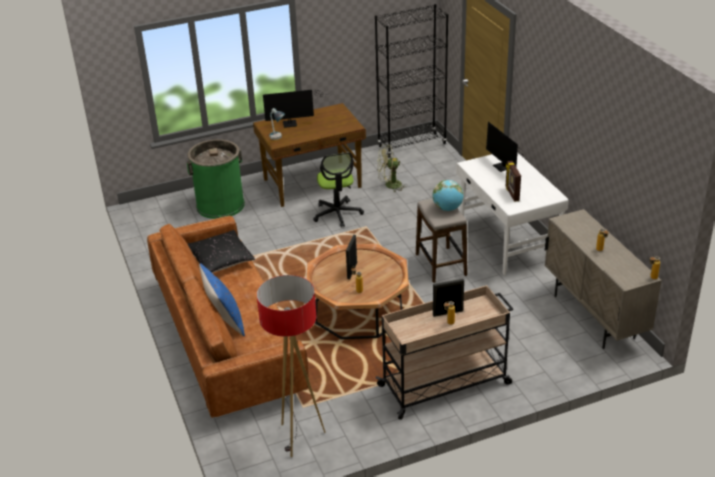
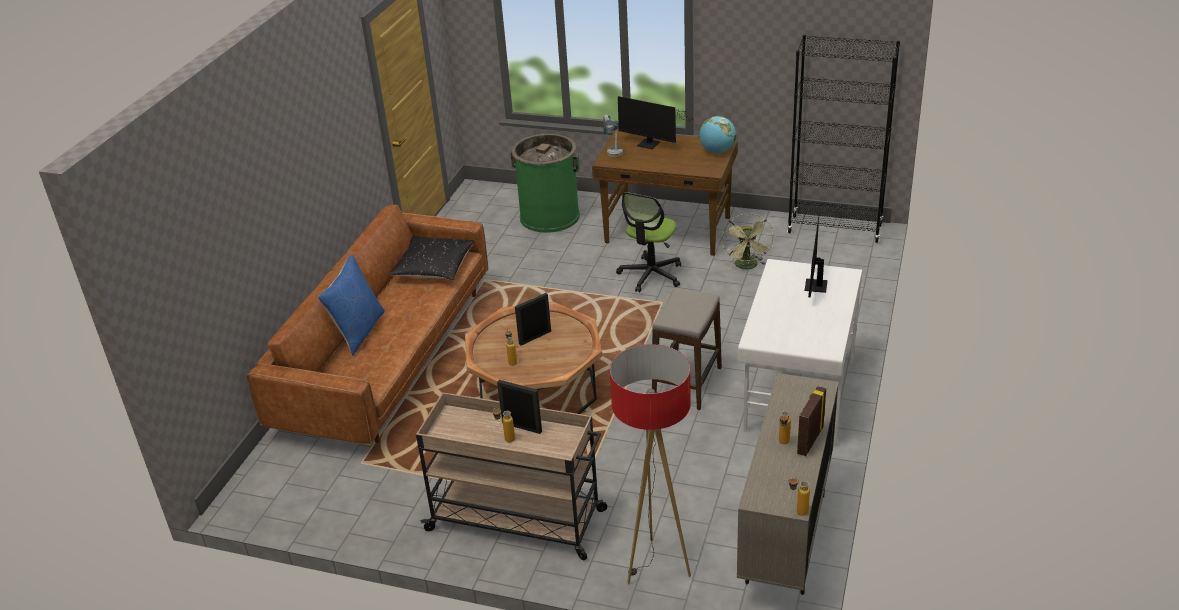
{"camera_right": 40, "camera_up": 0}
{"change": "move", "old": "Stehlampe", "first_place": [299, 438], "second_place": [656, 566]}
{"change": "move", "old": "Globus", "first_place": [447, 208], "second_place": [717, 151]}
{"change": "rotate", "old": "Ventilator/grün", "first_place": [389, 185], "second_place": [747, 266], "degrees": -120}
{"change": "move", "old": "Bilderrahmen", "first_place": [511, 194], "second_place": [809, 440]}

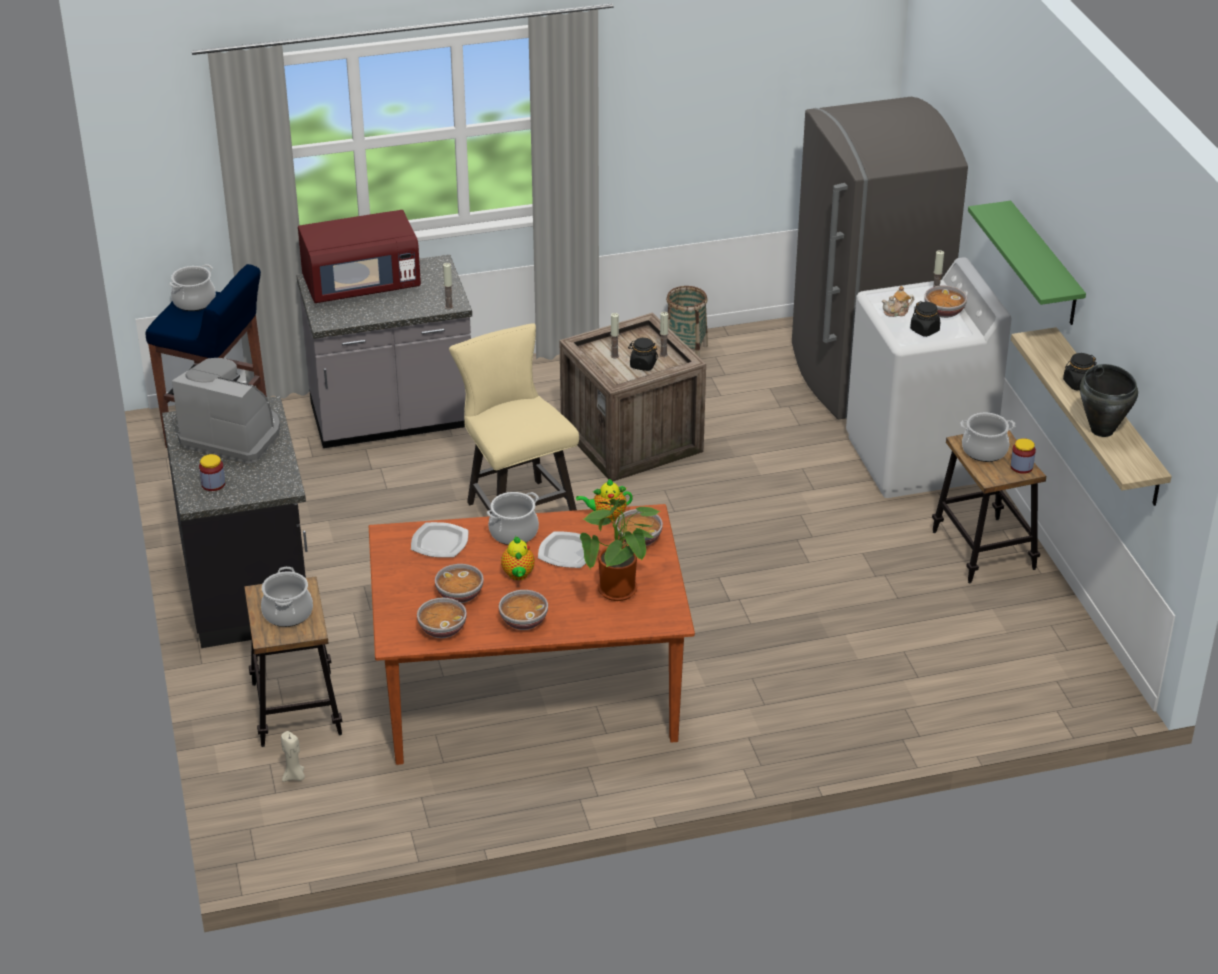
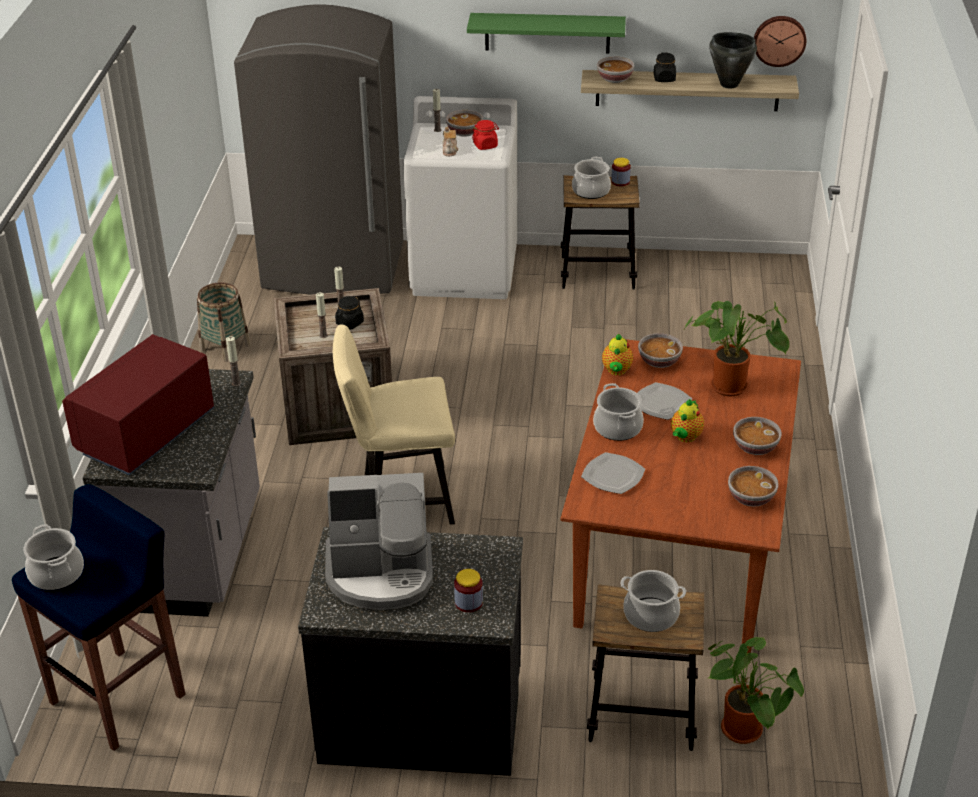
{"camera_right": -70, "camera_up": 0}
{"change": "rotate", "old": "Mikrowelle/rot", "first_place": [361, 285], "second_place": [146, 434], "degrees": -150}
{"change": "rotate", "old": "Kaffeemaschine", "first_place": [233, 435], "second_place": [381, 573], "degrees": -135}
{"change": "recolor", "old": "Vorratsglas/schwarz", "new": "Vorratsglas/rot", "first_place": [925, 330], "second_place": [485, 145]}
{"change": "move", "old": "Schüssel", "first_place": [459, 595], "second_place": [615, 79]}
{"change": "rotate", "old": "Teekanne", "first_place": [518, 575], "second_place": [685, 437], "degrees": 105}
{"change": "replace", "old": "Kerze/beige", "new": "Topfpflanze", "first_place": [294, 776], "second_place": [746, 732]}
{"change": "insert", "new": "Wanduhr", "second_place": [779, 40]}

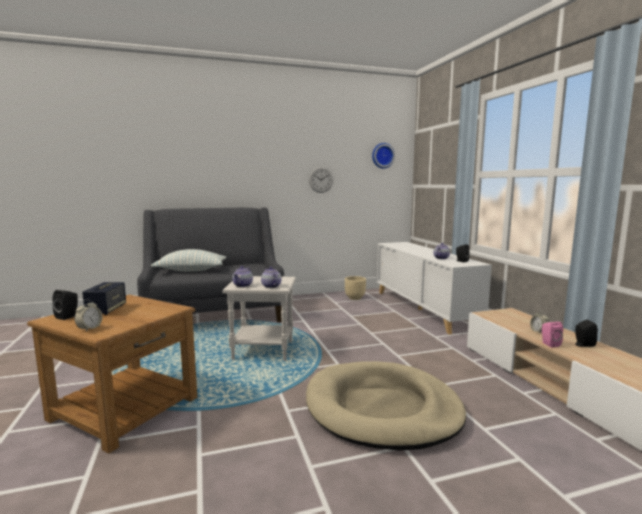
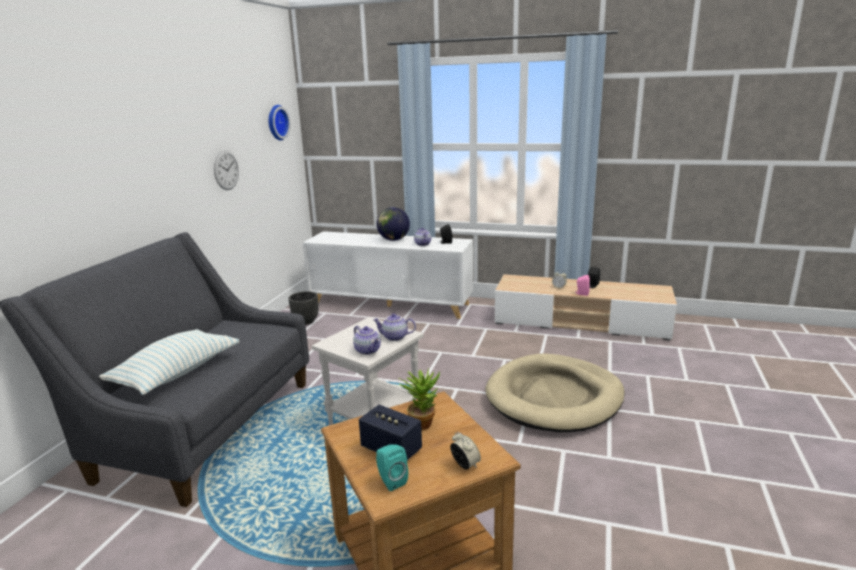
{"camera_right": -55, "camera_up": 10}
{"change": "recolor", "old": "Pflanzkübel/beige", "new": "Pflanzkübel/schwarz", "first_place": [354, 298], "second_place": [305, 322]}
{"change": "recolor", "old": "Lautsprecher/schwarz", "new": "Lautsprecher/türkis", "first_place": [68, 316], "second_place": [391, 481]}
{"change": "insert", "new": "Globus", "second_place": [393, 240]}
{"change": "insert", "new": "Topfpflanze", "second_place": [423, 422]}

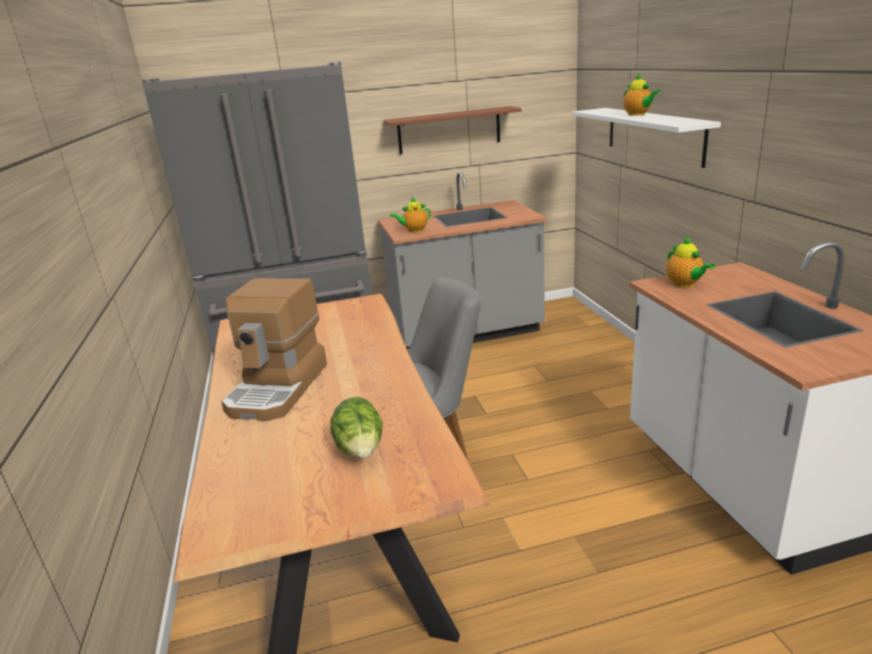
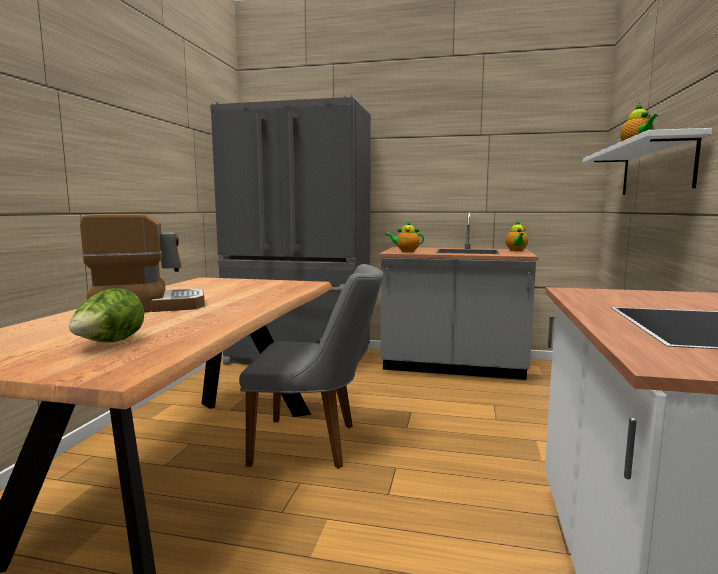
{"camera_right": 25, "camera_up": -15}
{"change": "rotate", "old": "Kaffeemaschine", "first_place": [279, 388], "second_place": [149, 306], "degrees": -150}
{"change": "move", "old": "Teekanne", "first_place": [685, 284], "second_place": [516, 250]}
{"change": "delete", "old": "Wandregal/braun", "first_place": [449, 130]}

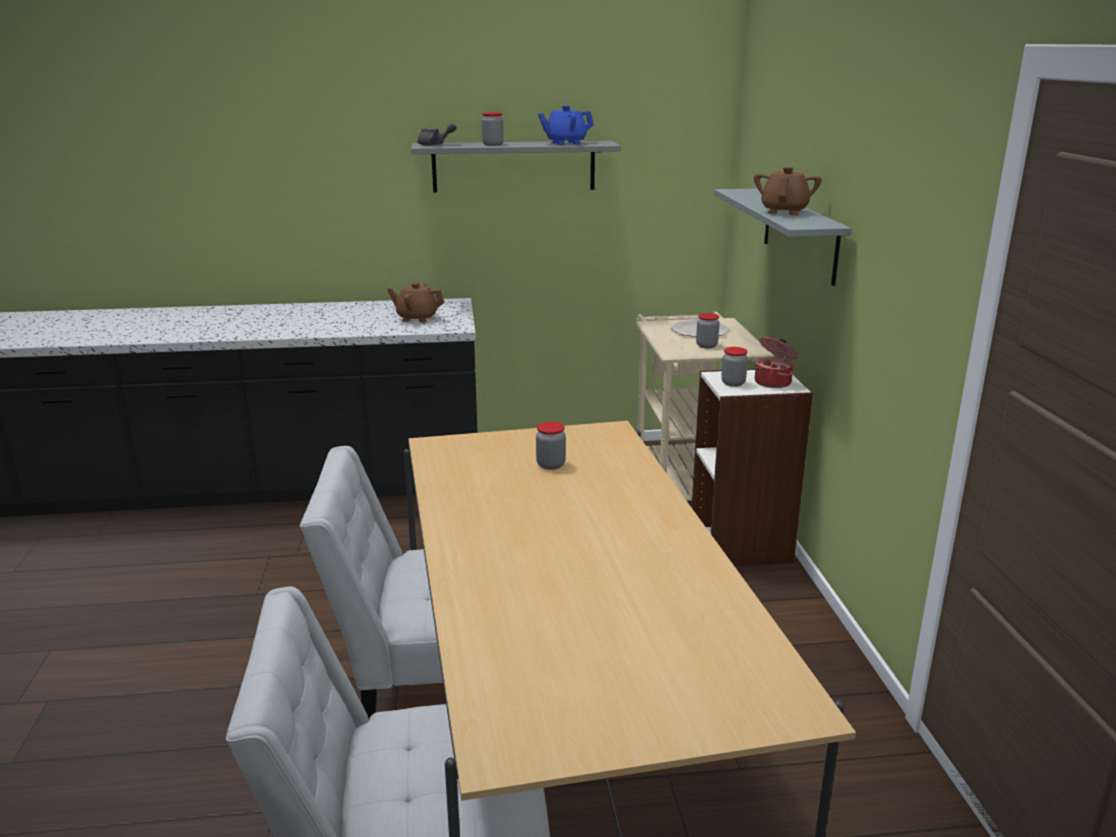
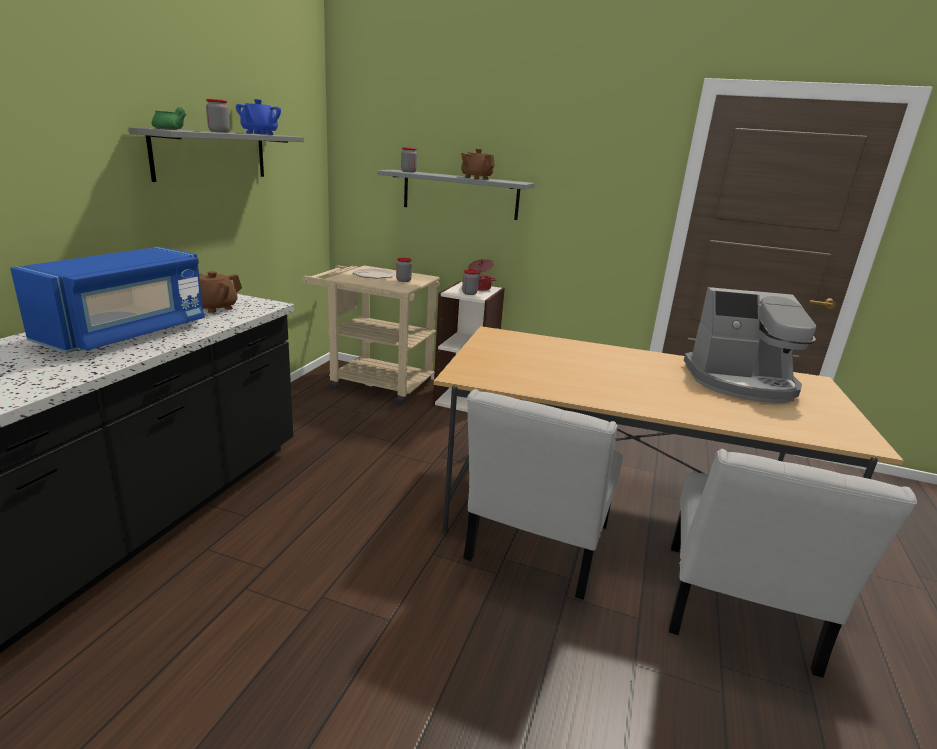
{"camera_right": -65, "camera_up": 0}
{"change": "insert", "new": "Mikrowelle/blau", "second_place": [127, 333]}
{"change": "recolor", "old": "Teekanne/grau", "new": "Teekanne/grün", "first_place": [435, 145], "second_place": [171, 129]}
{"change": "move", "old": "Vorratsglas", "first_place": [550, 465], "second_place": [408, 171]}
{"change": "insert", "new": "Kaffeemaschine", "second_place": [741, 382]}

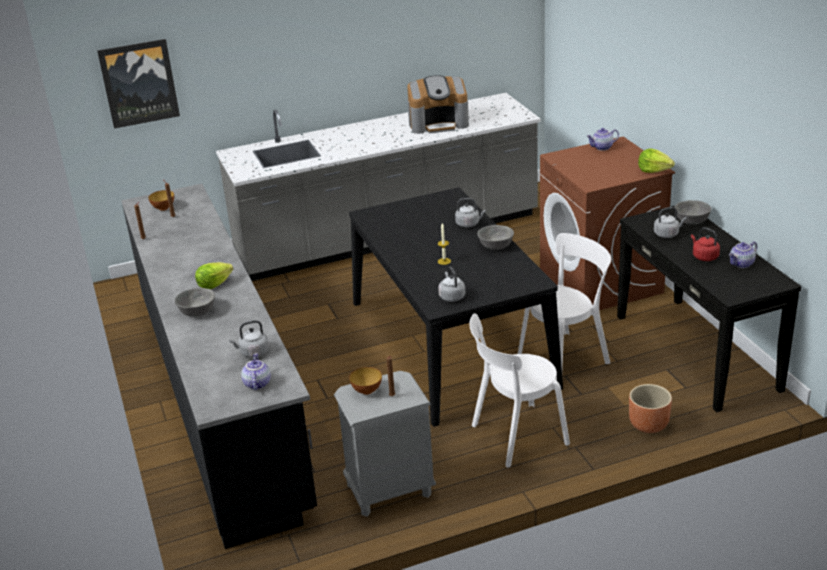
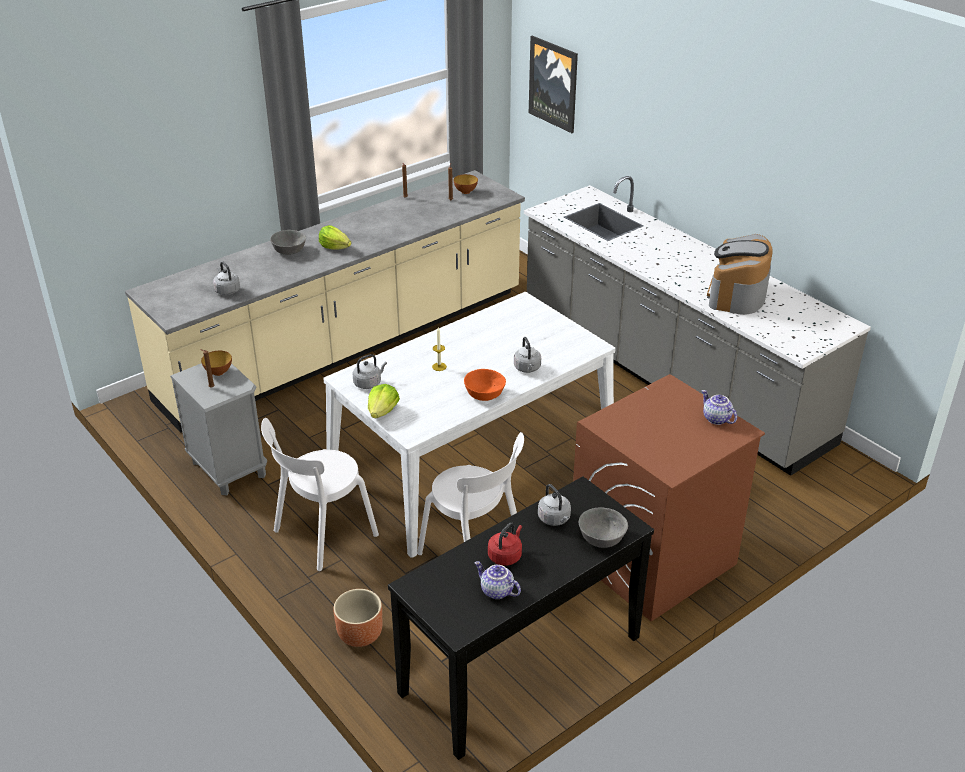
{"camera_right": 70, "camera_up": 5}
{"change": "recolor", "old": "Küchenzeile/schwarz", "new": "Küchenzeile/beige", "first_place": [221, 395], "second_place": [347, 346]}
{"change": "rotate", "old": "Stuhl/weiß", "first_place": [515, 436], "second_place": [321, 535], "degrees": -90}
{"change": "recolor", "old": "Esstisch/schwarz", "new": "Esstisch/weiß", "first_place": [450, 343], "second_place": [472, 461]}
{"change": "move", "old": "Salatkopf", "first_place": [654, 170], "second_place": [382, 411]}
{"change": "recolor", "old": "Schüssel/grau", "new": "Schüssel/orange", "first_place": [495, 245], "second_place": [484, 394]}
{"change": "rotate", "old": "Kaffeemaschine", "first_place": [438, 123], "second_place": [737, 294], "degrees": 45}
{"change": "delete", "old": "Teekanne", "first_place": [256, 383]}

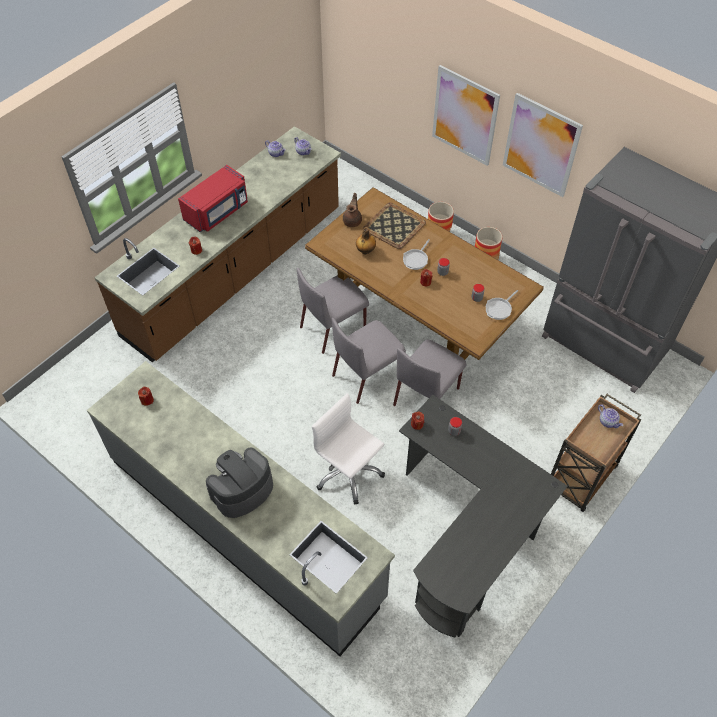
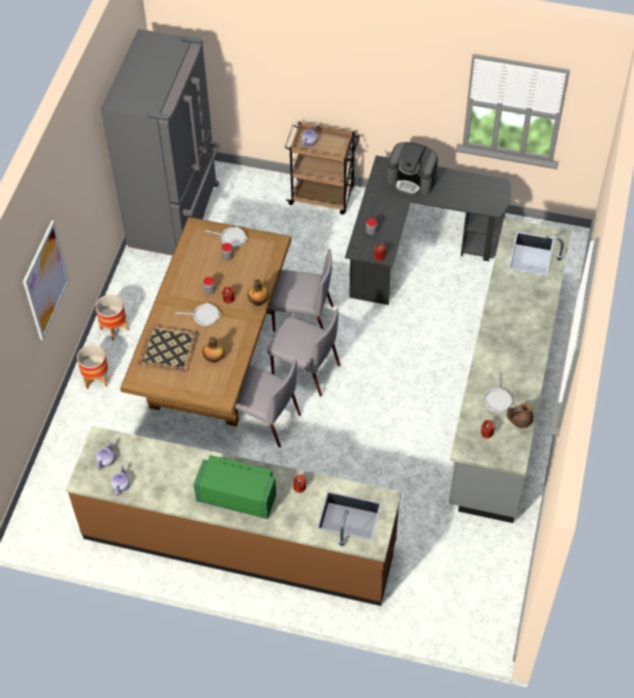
{"camera_right": -115, "camera_up": 0}
{"change": "recolor", "old": "Mikrowelle/rot", "new": "Mikrowelle/grün", "first_place": [217, 212], "second_place": [237, 496]}
{"change": "insert", "new": "Flasche", "second_place": [258, 302]}
{"change": "move", "old": "Kaffeemaschine", "first_place": [242, 490], "second_place": [412, 179]}
{"change": "insert", "new": "Pfanne", "second_place": [497, 399]}
{"change": "move", "old": "Teekanne/braun", "first_place": [352, 221], "second_place": [519, 420]}
{"change": "delete", "old": "Bürostuhl/weiß", "first_place": [348, 473]}
{"change": "delete", "old": "Bild", "first_place": [541, 145]}

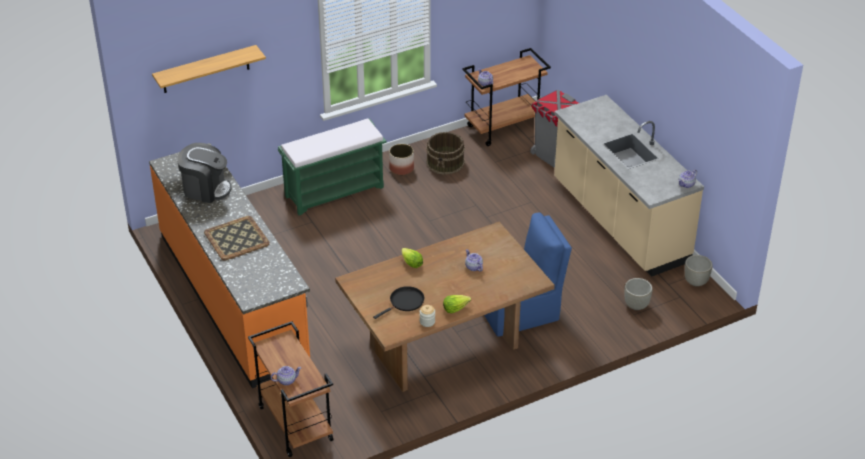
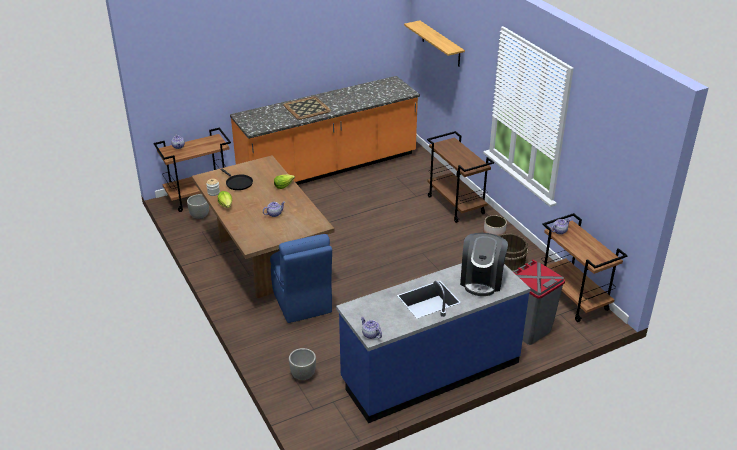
{"camera_right": 90, "camera_up": -5}
{"change": "move", "old": "Pflanzkübel/grau", "first_place": [696, 282], "second_place": [199, 216]}
{"change": "recolor", "old": "Küchenzeile/beige", "new": "Küchenzeile/blau", "first_place": [619, 222], "second_place": [430, 372]}
{"change": "replace", "old": "Bank/grün", "new": "Rollwagen/braun", "first_place": [335, 191], "second_place": [456, 205]}
{"change": "move", "old": "Kaffeemaschine", "first_place": [206, 189], "second_place": [481, 280]}

